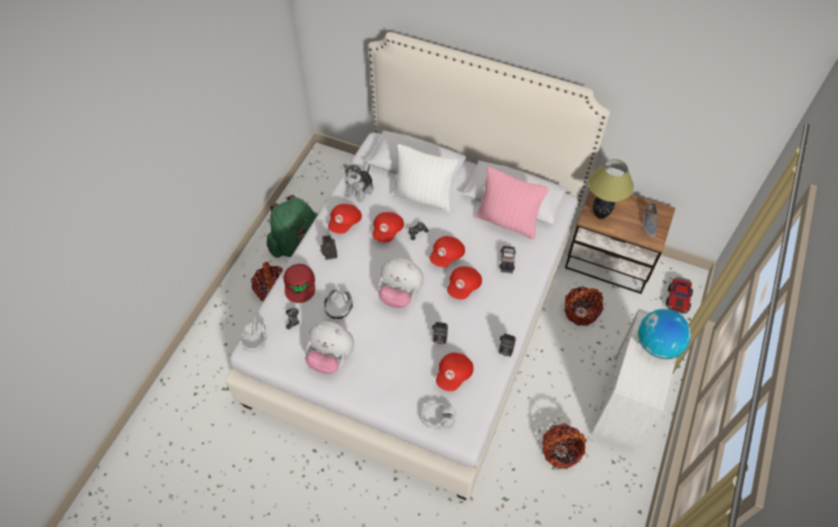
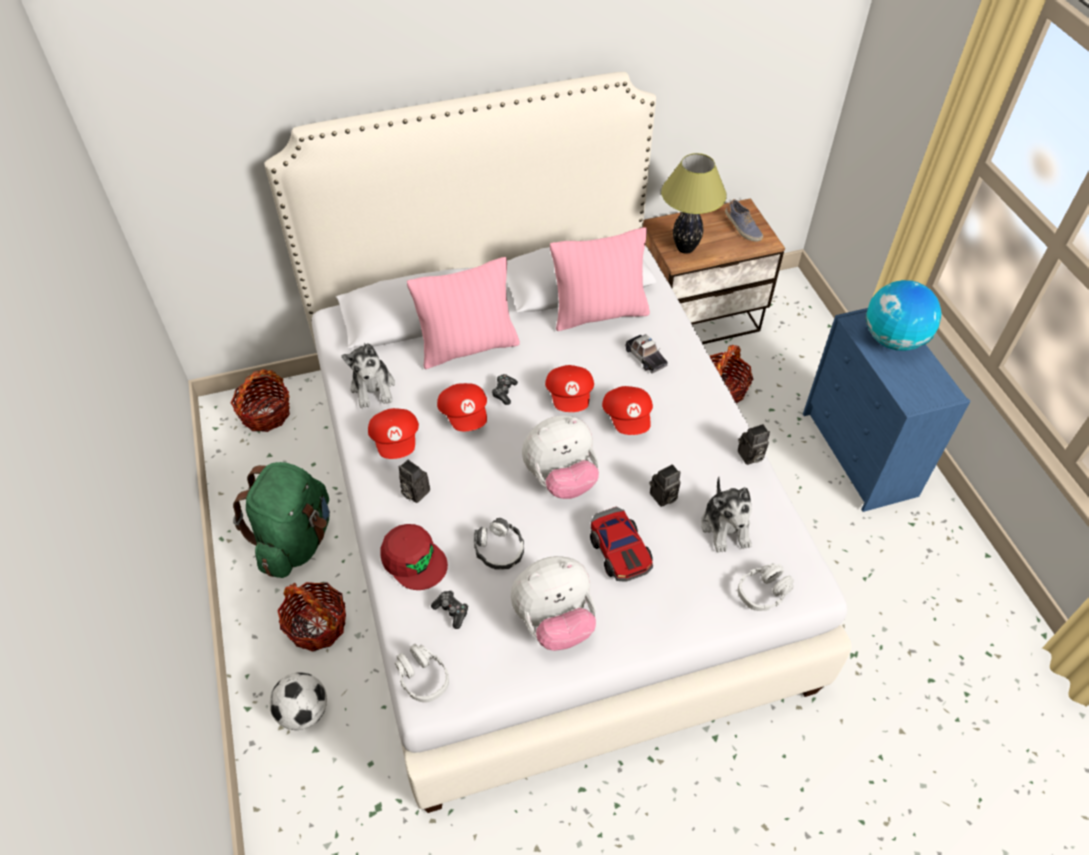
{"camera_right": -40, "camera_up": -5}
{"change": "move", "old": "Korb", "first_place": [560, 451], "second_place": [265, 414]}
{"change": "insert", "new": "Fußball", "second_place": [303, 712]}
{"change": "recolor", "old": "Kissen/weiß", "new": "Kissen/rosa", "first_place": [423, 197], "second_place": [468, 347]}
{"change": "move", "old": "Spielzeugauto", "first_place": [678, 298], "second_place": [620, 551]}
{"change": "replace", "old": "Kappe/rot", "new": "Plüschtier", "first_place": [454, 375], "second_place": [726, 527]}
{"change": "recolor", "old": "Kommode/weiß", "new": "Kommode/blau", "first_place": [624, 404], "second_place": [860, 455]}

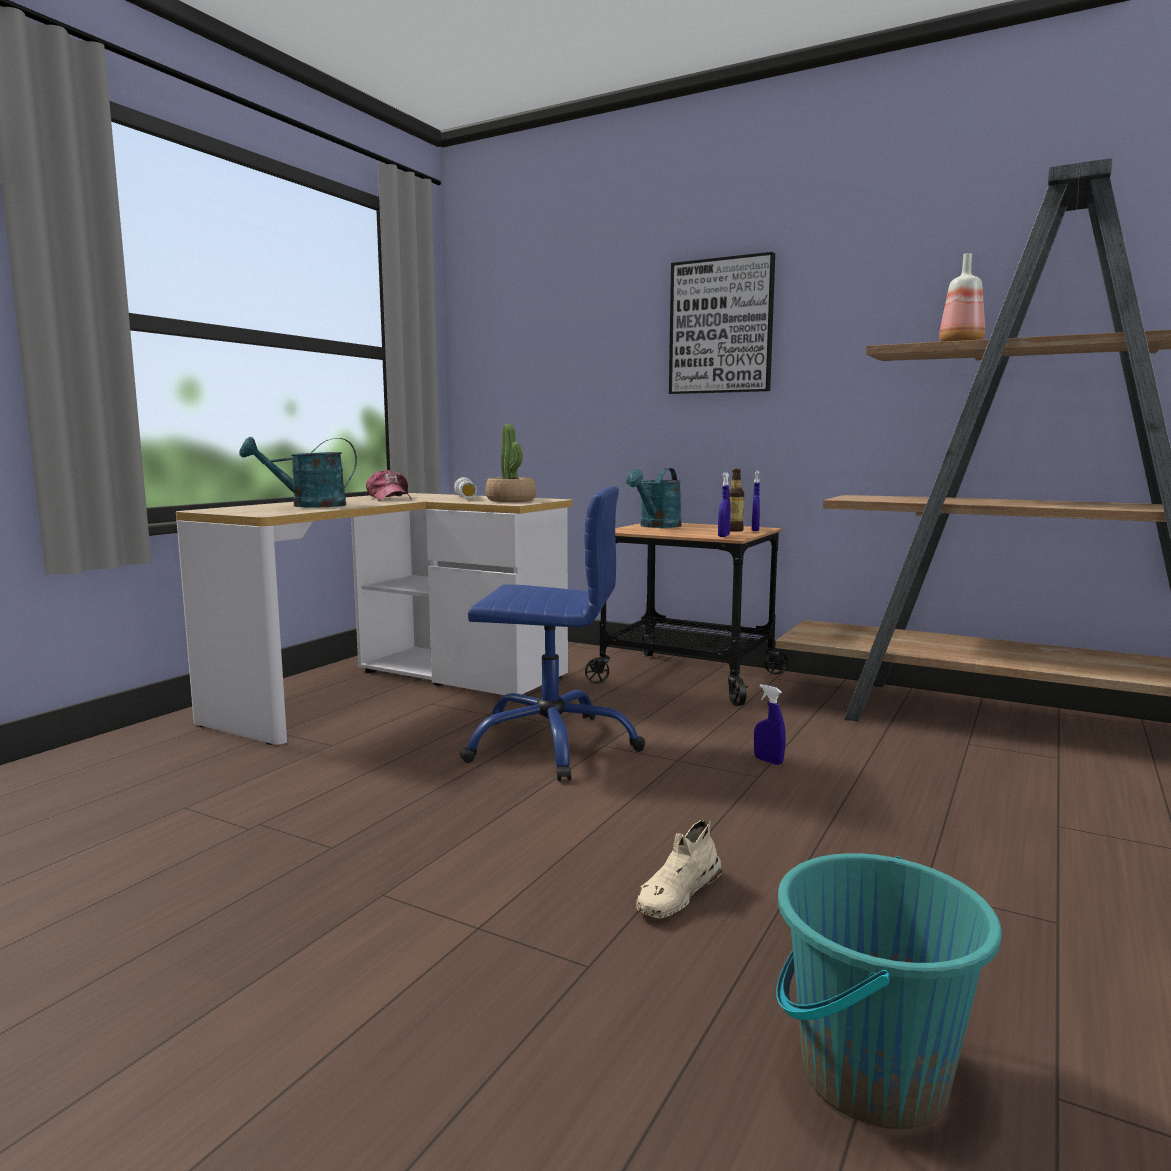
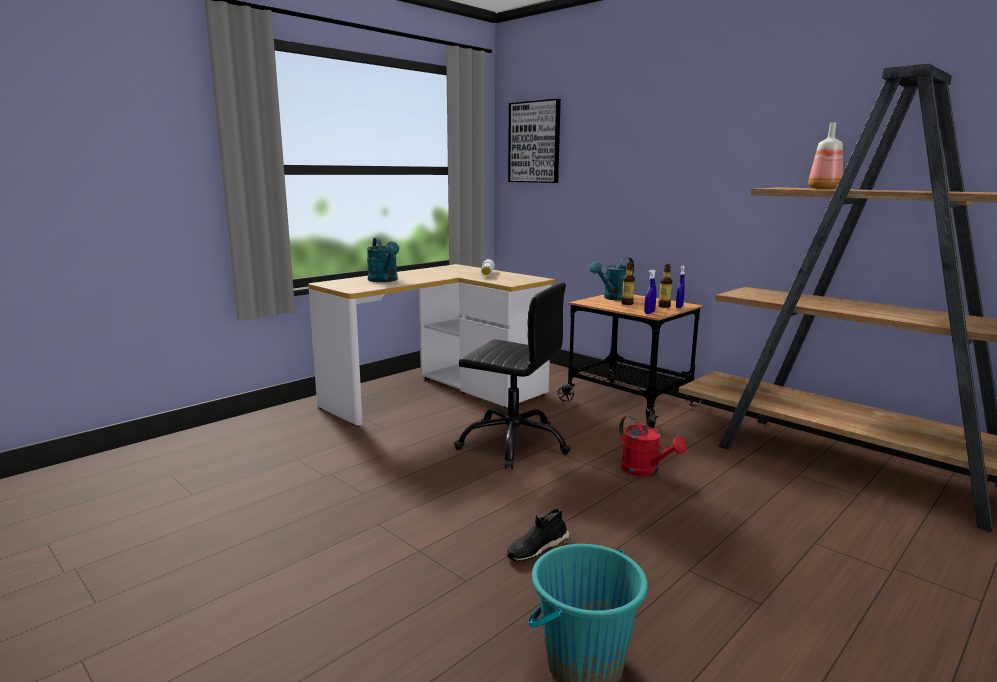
{"camera_right": 15, "camera_up": 5}
{"change": "rotate", "old": "Gießkanne/türkis", "first_place": [308, 506], "second_place": [384, 280], "degrees": -105}
{"change": "recolor", "old": "Bürostuhl/blau", "new": "Bürostuhl/schwarz", "first_place": [551, 745], "second_place": [513, 443]}
{"change": "recolor", "old": "Schuh/beige", "new": "Schuh/schwarz", "first_place": [677, 894], "second_place": [537, 549]}
{"change": "move", "old": "Bild", "first_place": [721, 326], "second_place": [534, 142]}
{"change": "replace", "old": "Sprühflasche/blau", "new": "Gießkanne/rot", "first_place": [768, 761], "second_place": [645, 471]}
{"change": "insert", "new": "Flasche", "second_place": [627, 304]}
{"change": "delete", "old": "Kappe", "first_place": [390, 498]}
{"change": "delete", "old": "Topfpflanze", "first_place": [511, 500]}

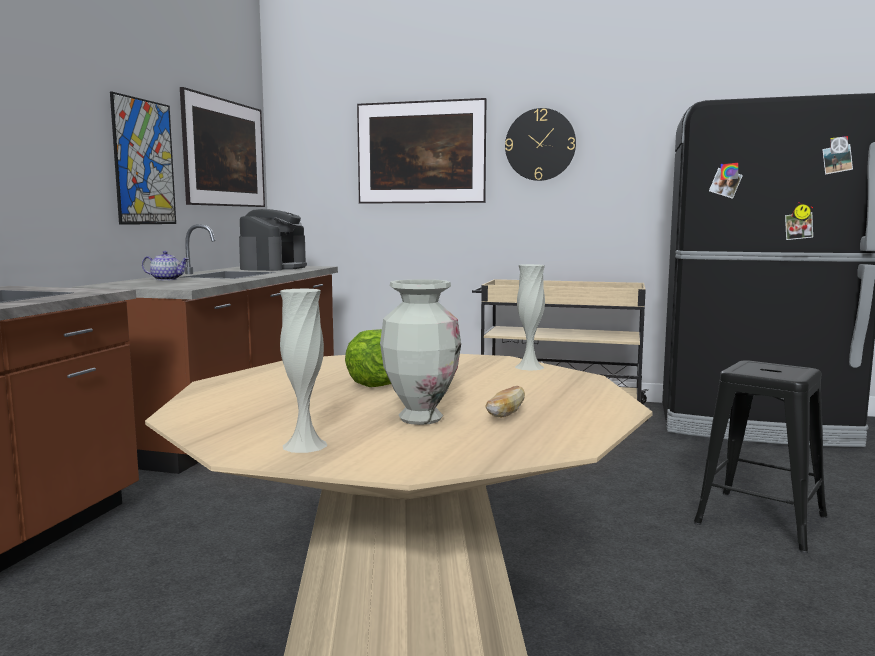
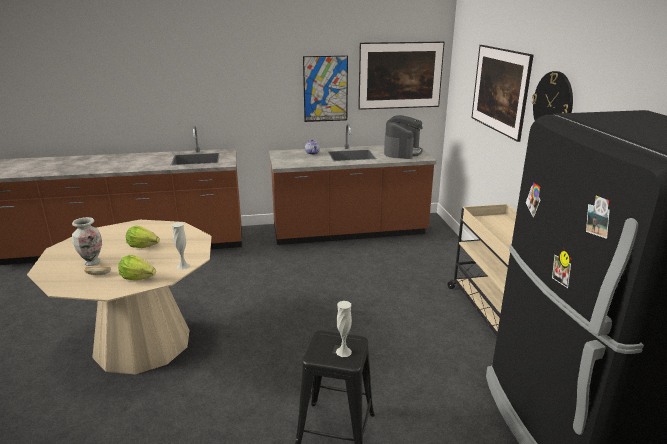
{"camera_right": 65, "camera_up": 15}
{"change": "insert", "new": "Salatkopf", "second_place": [138, 278]}
{"change": "move", "old": "Vase/weiß", "first_place": [305, 445], "second_place": [343, 352]}
{"change": "rotate", "old": "Kaffeemaschine", "first_place": [274, 268], "second_place": [402, 152], "degrees": -60}

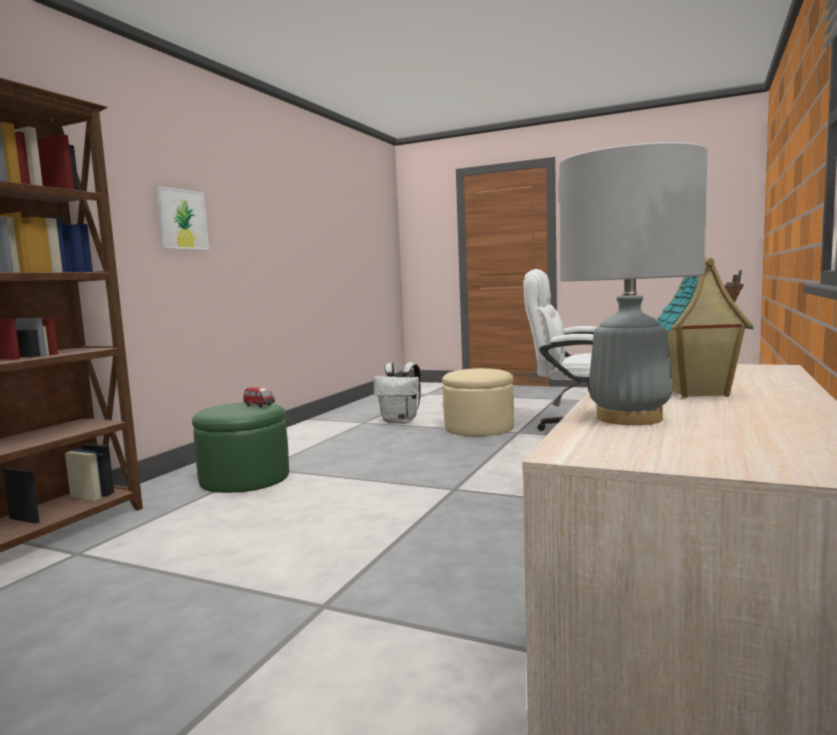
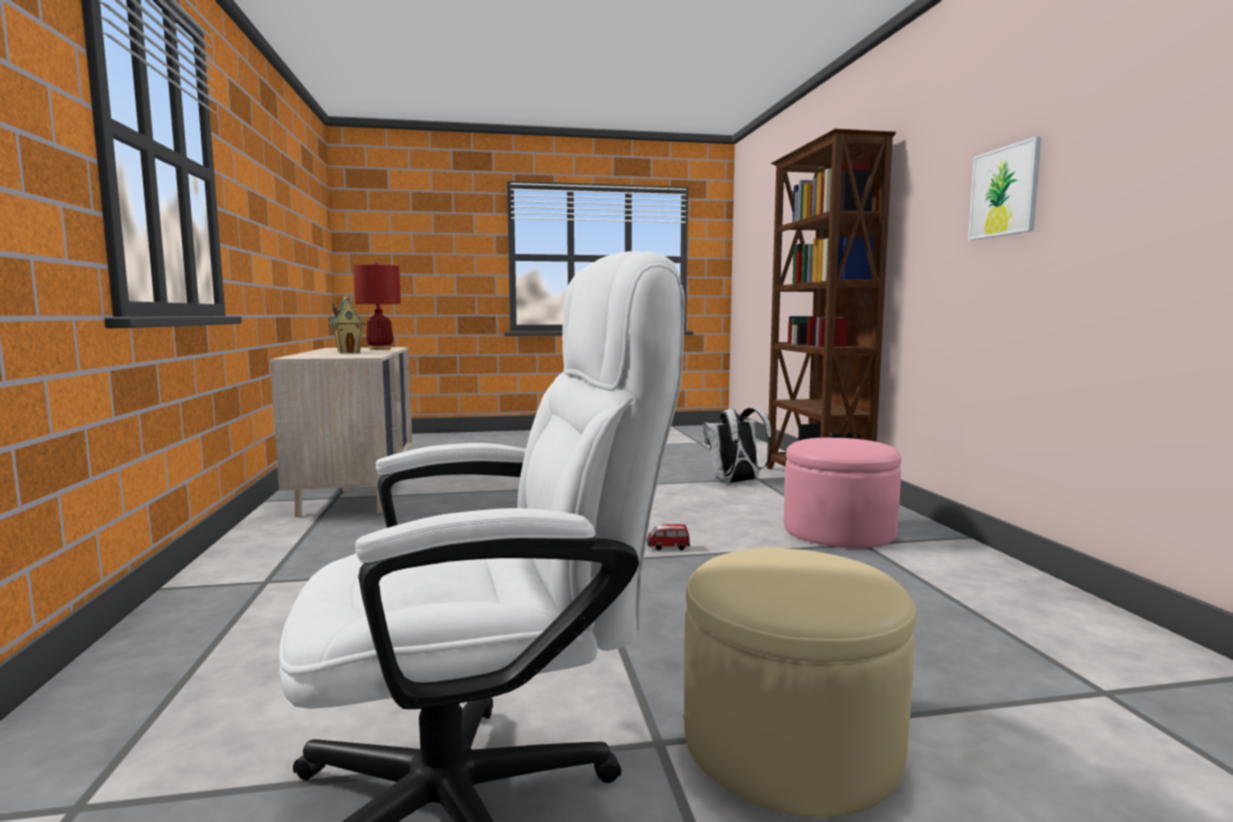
{"camera_right": 145, "camera_up": 0}
{"change": "recolor", "old": "Tischlampe/grau", "new": "Tischlampe/rot", "first_place": [629, 418], "second_place": [380, 349]}
{"change": "move", "old": "Spielzeugauto", "first_place": [259, 405], "second_place": [668, 547]}
{"change": "move", "old": "Rucksack/weiß", "first_place": [400, 421], "second_place": [736, 482]}
{"change": "recolor", "old": "Polsterhocker/grün", "new": "Polsterhocker/rosa", "first_place": [245, 478], "second_place": [838, 531]}

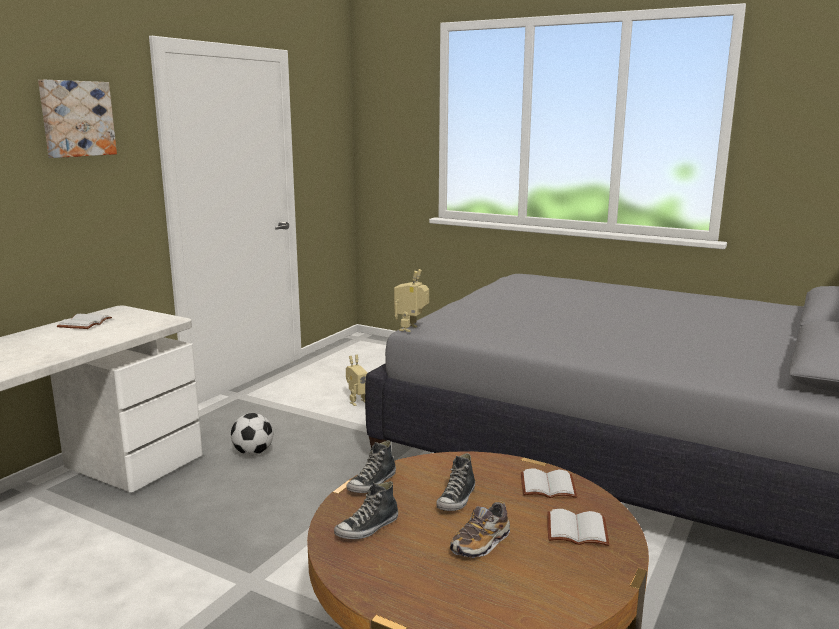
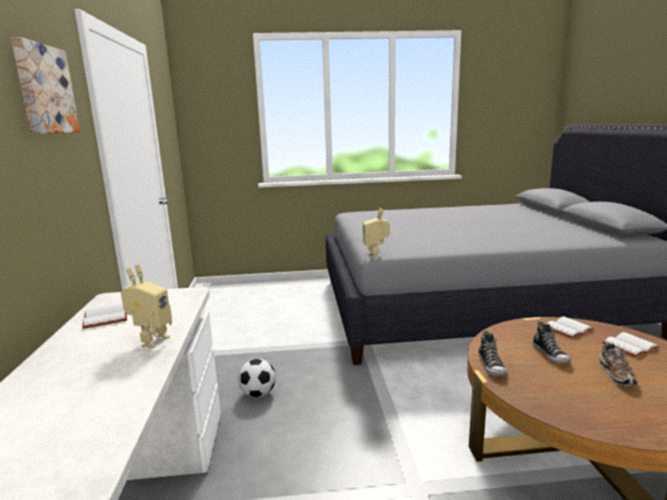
{"camera_right": -35, "camera_up": 0}
{"change": "move", "old": "Spielzeugroboter", "first_place": [357, 401], "second_place": [151, 341]}
{"change": "delete", "old": "Schuh", "first_place": [367, 528]}

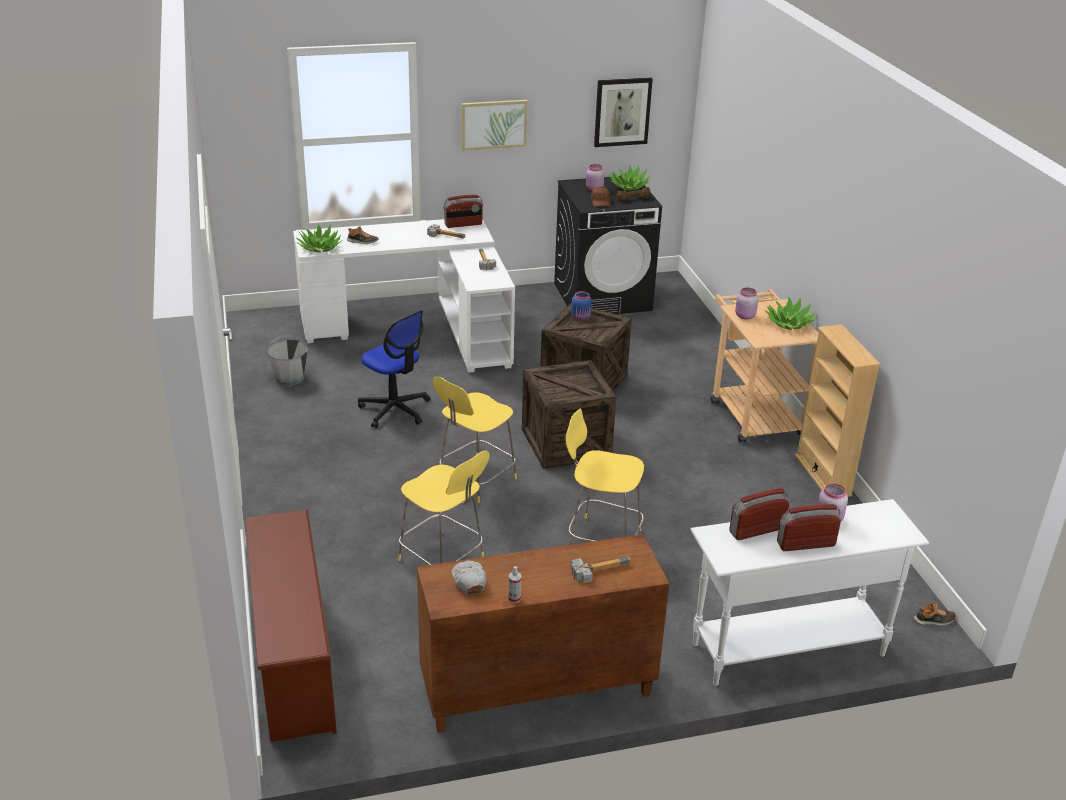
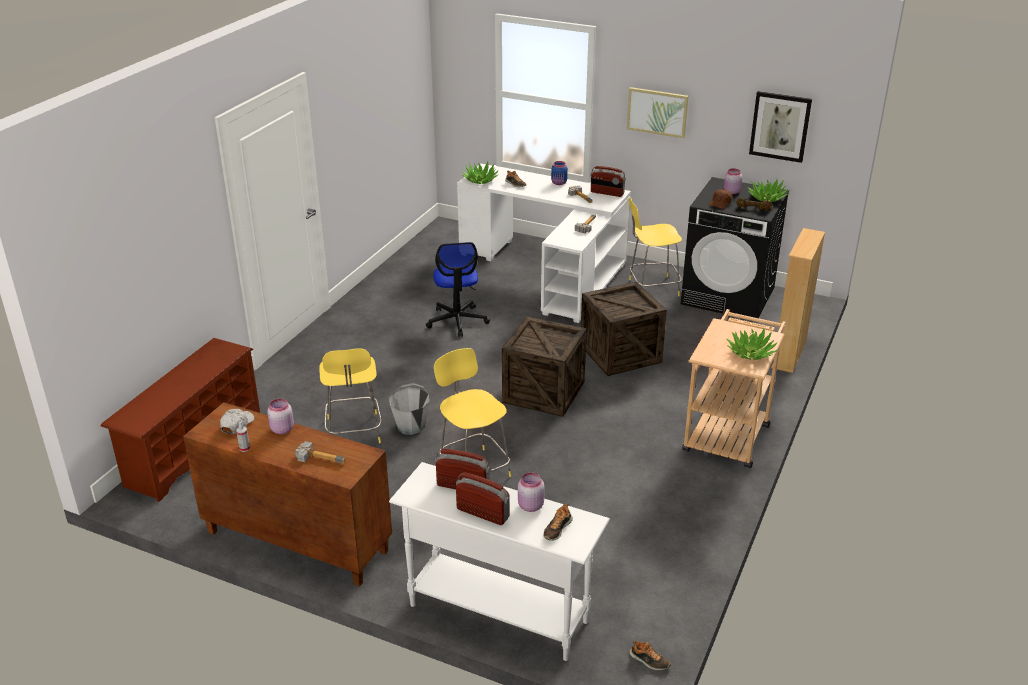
{"camera_right": 40, "camera_up": 0}
{"change": "move", "old": "Vorratsglas/rosa", "first_place": [744, 316], "second_place": [281, 429]}
{"change": "move", "old": "Eimer/grau", "first_place": [290, 377], "second_place": [411, 426]}
{"change": "insert", "new": "Schuh", "second_place": [557, 529]}
{"change": "move", "old": "Vorratsglas/blau", "first_place": [581, 318], "second_place": [559, 183]}
{"change": "move", "old": "Hocker/gelb", "first_place": [475, 480], "second_place": [651, 287]}
{"change": "move", "old": "Bücherregal/beige", "first_place": [823, 475], "second_place": [789, 354]}

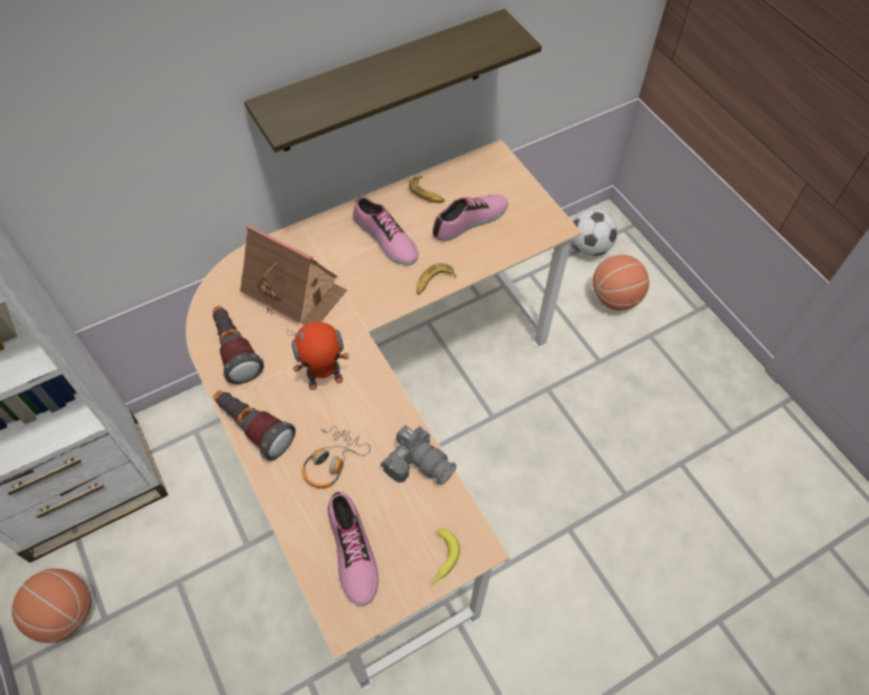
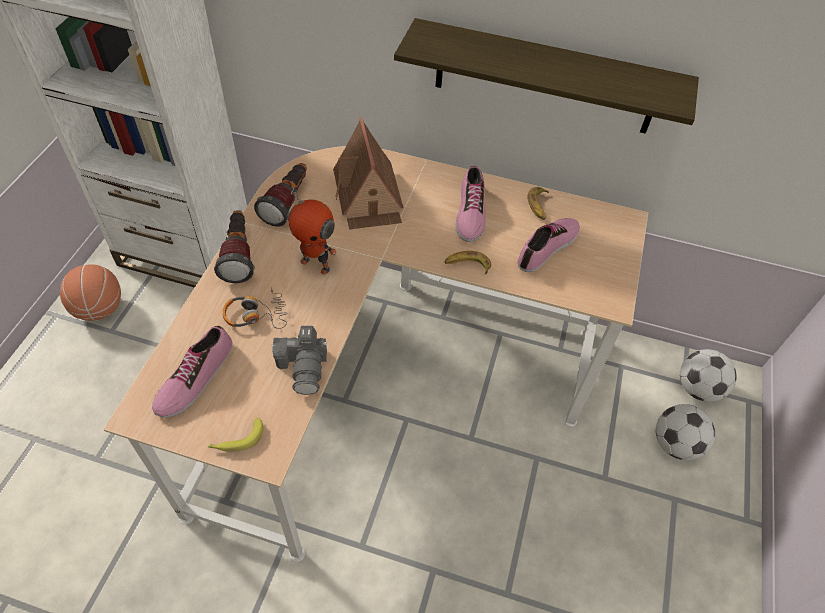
{"camera_right": 45, "camera_up": -5}
{"change": "rotate", "old": "Schuh", "first_place": [470, 221], "second_place": [548, 248], "degrees": -60}
{"change": "replace", "old": "Basketball", "new": "Fußball", "first_place": [614, 298], "second_place": [675, 444]}

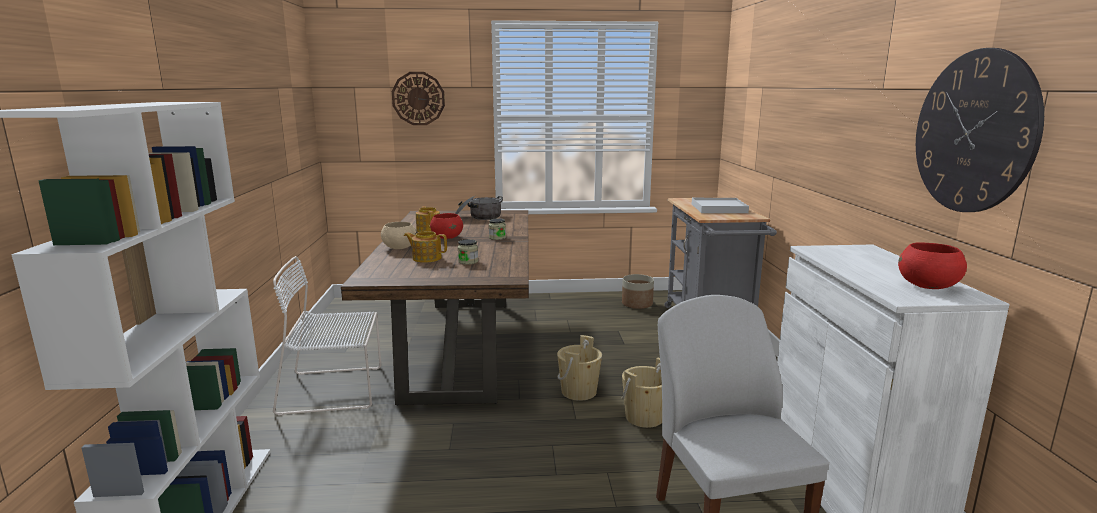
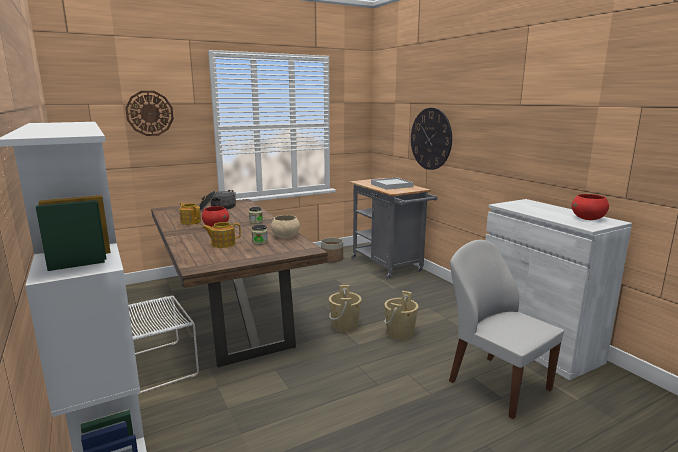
{"camera_right": -25, "camera_up": 0}
{"change": "move", "old": "Schüssel/beige", "first_place": [399, 248], "second_place": [285, 237]}
{"change": "move", "old": "Wanduhr", "first_place": [974, 132], "second_place": [431, 139]}

